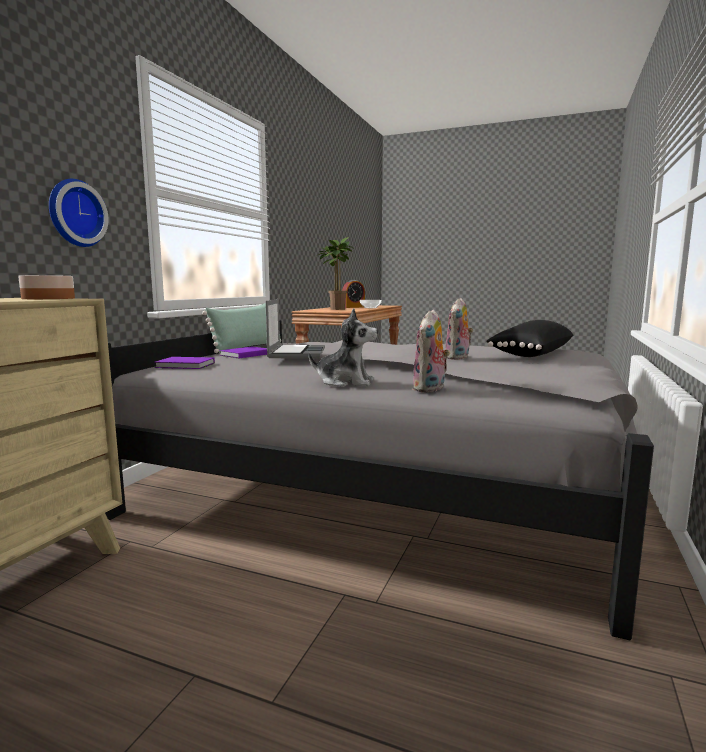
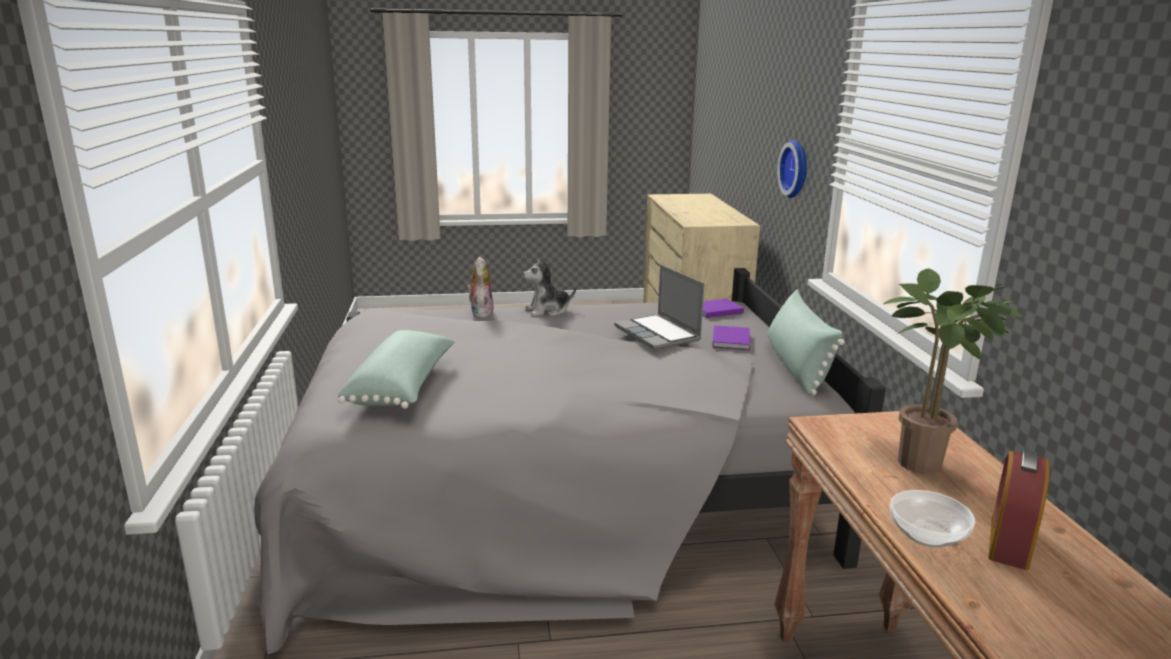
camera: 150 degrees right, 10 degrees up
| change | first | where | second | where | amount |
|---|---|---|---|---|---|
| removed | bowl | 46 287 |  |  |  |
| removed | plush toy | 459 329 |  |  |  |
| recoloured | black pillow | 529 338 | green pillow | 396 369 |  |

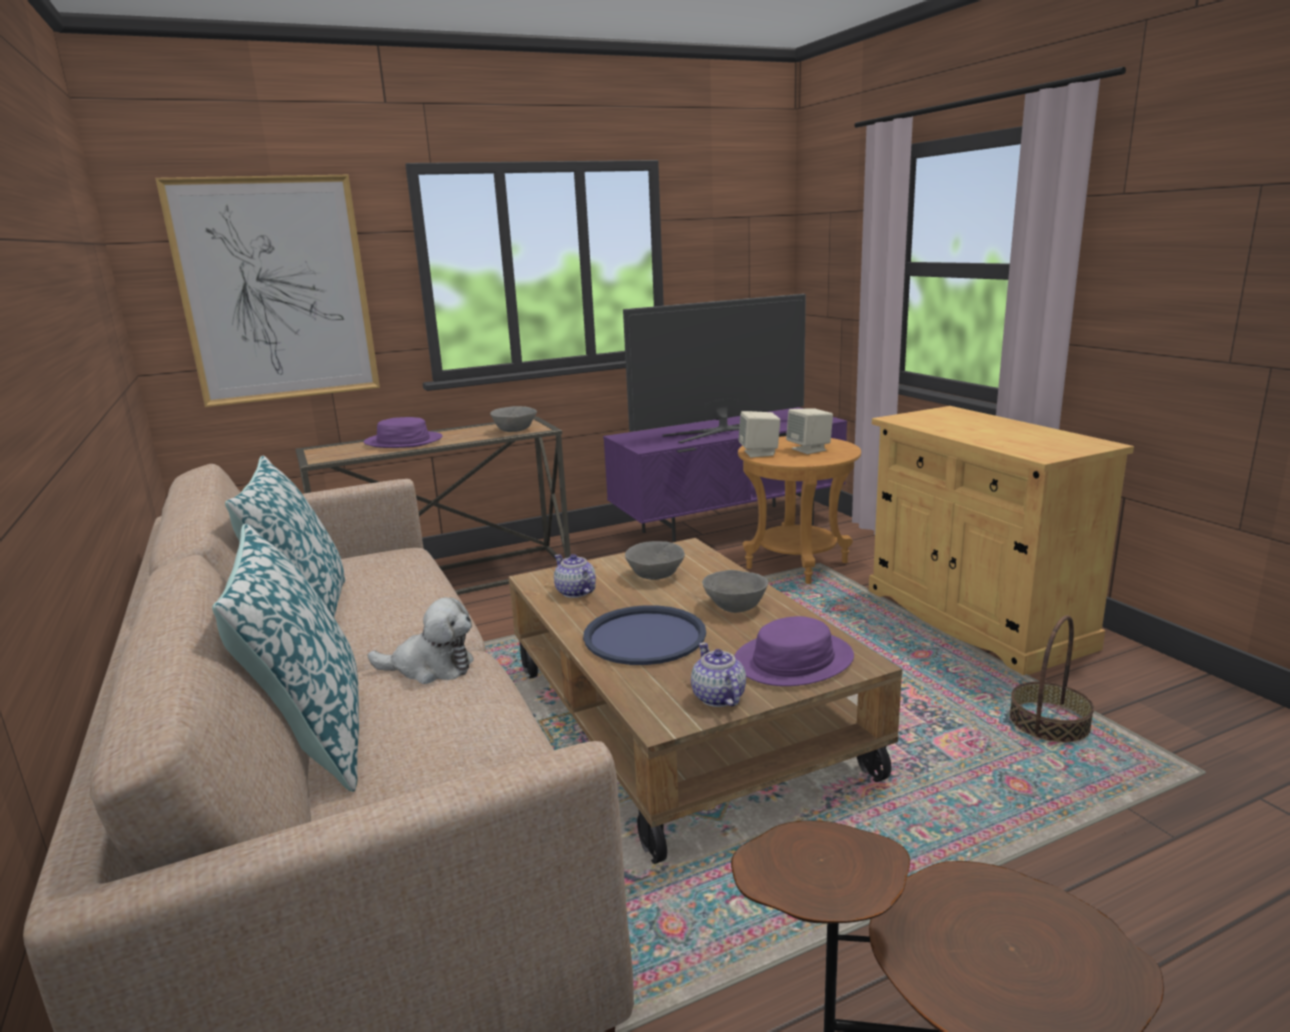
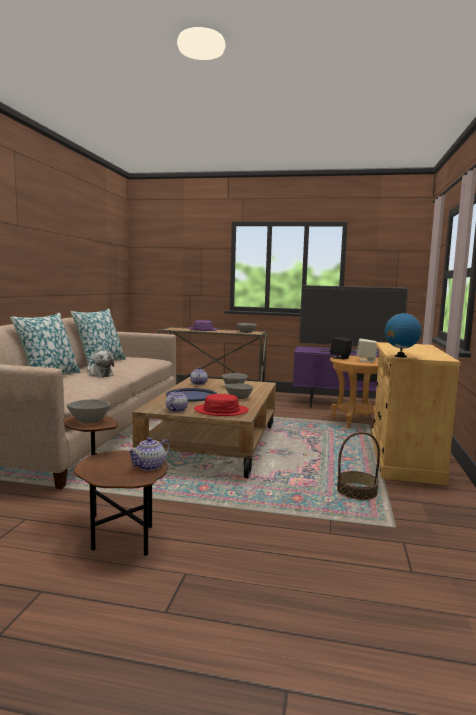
camera: 35 degrees right, 10 degrees down
| change | first | where | second | where | amount |
|---|---|---|---|---|---|
| removed | picture | 267 291 |  |  |  |
| recoloured | purple hat | 794 651 | red hat | 221 405 |  |
| recoloured | beige speaker | 759 434 | black speaker | 341 347 |  |
| added |  |  | grey bowl | 88 411 |  |
| added |  |  | teapot | 148 454 |  |
| added |  |  | globe | 403 334 |  |

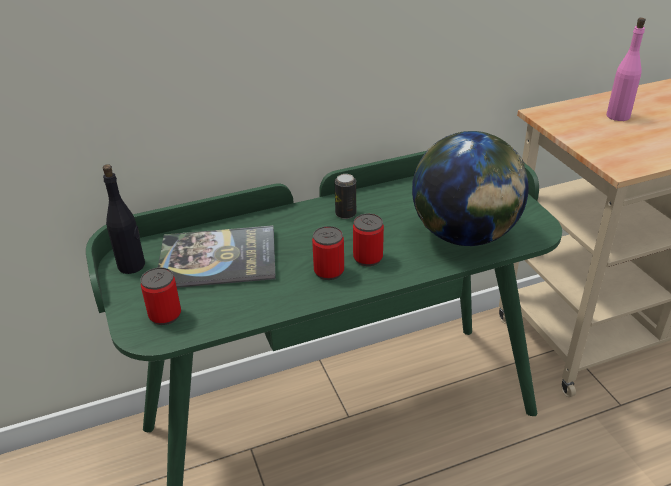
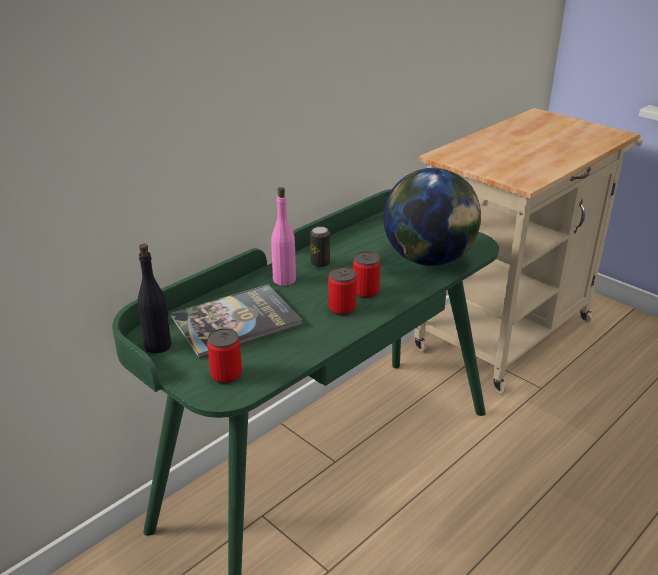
camera: 25 degrees left, 5 degrees down
| change | first | where | second | where | amount |
|---|---|---|---|---|---|
| moved | pink bottle | 626 69 |  | 283 236 |  |

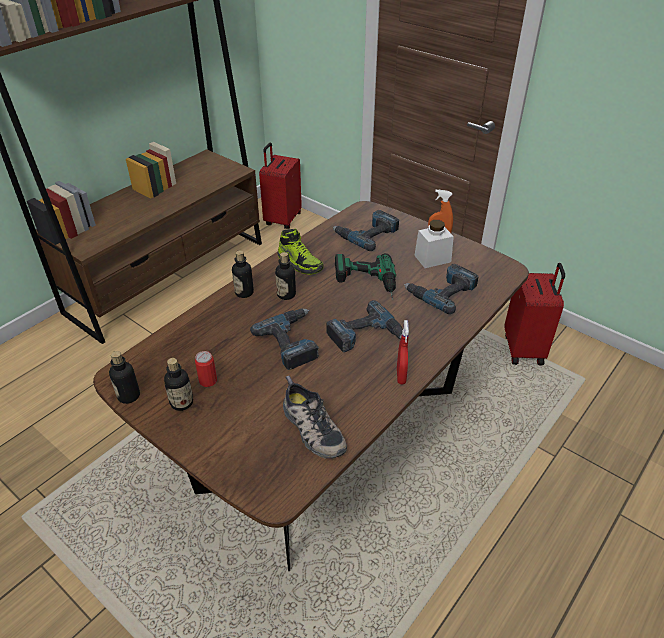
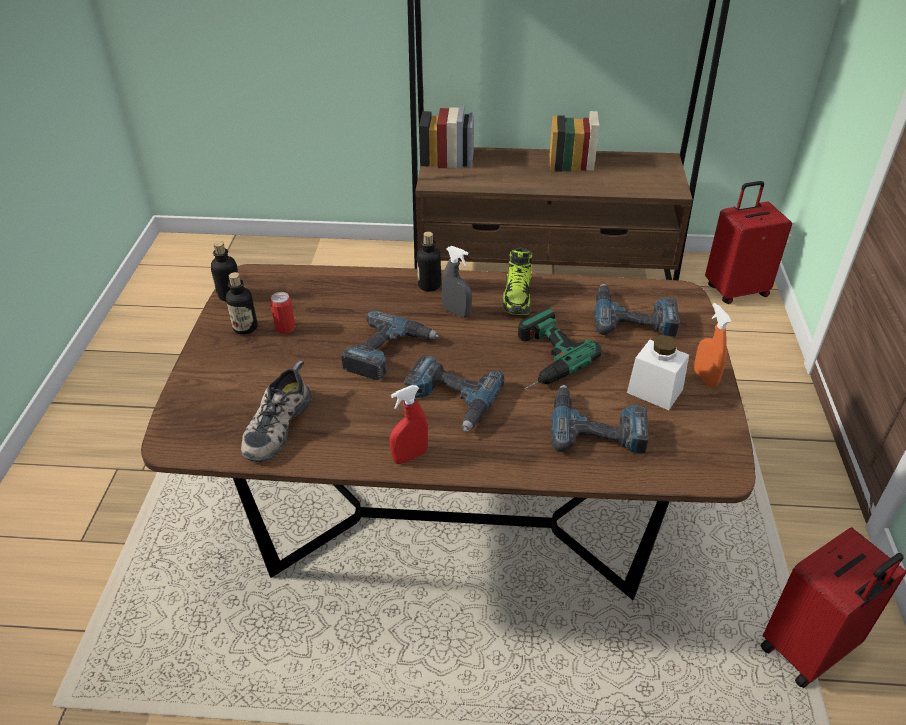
camera: 55 degrees right, 0 degrees up
| change | first | where | second | where | amount |
|---|---|---|---|---|---|
| replaced | bottle | 285 276 | grey spray bottle | 456 282 |  |

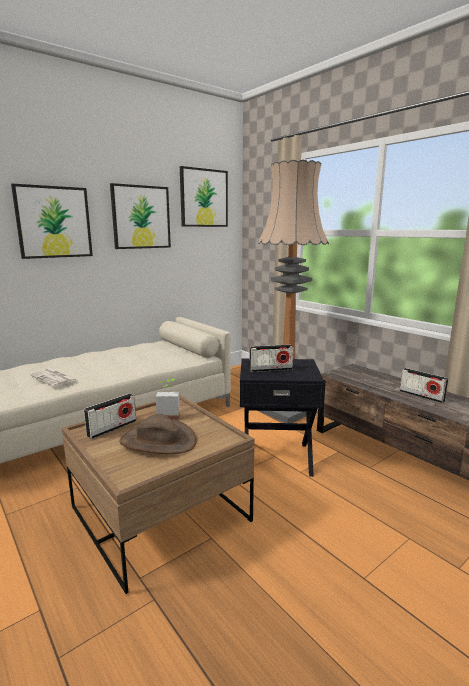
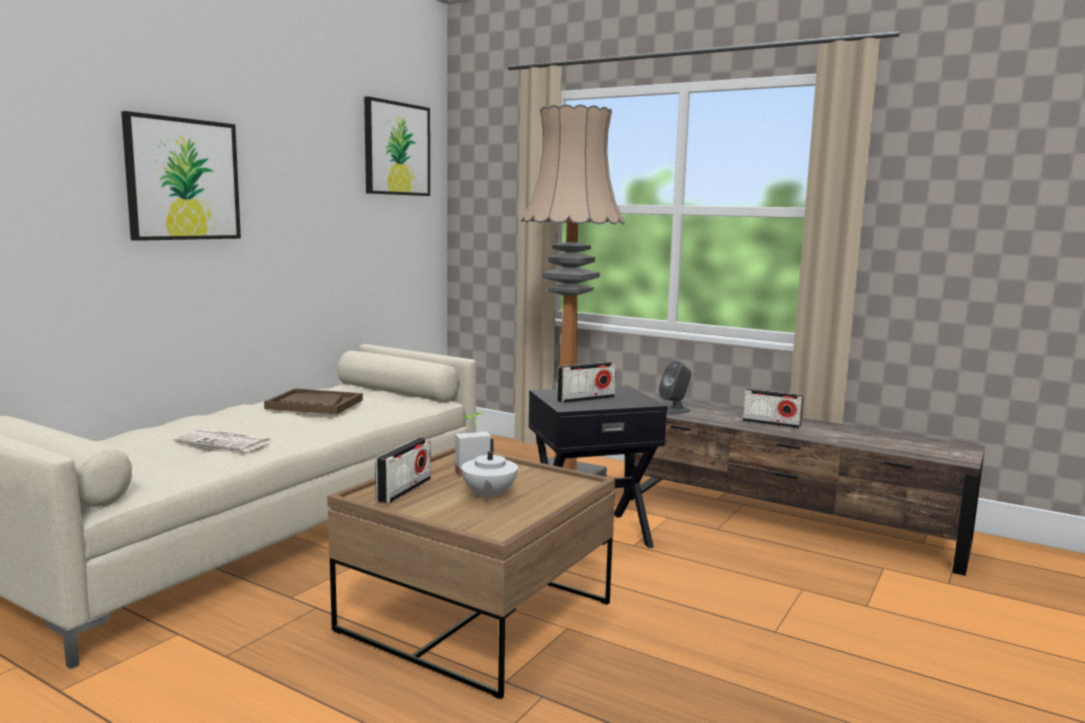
camera: 20 degrees left, 5 degrees down
| change | first | where | second | where | amount |
|---|---|---|---|---|---|
| removed | picture | 140 216 |  |  |  |
| replaced | brown hat | 158 434 | white teapot | 489 470 |  |
| added |  |  | brown tray | 313 401 |  |
| added |  |  | grey speaker | 675 387 |  |

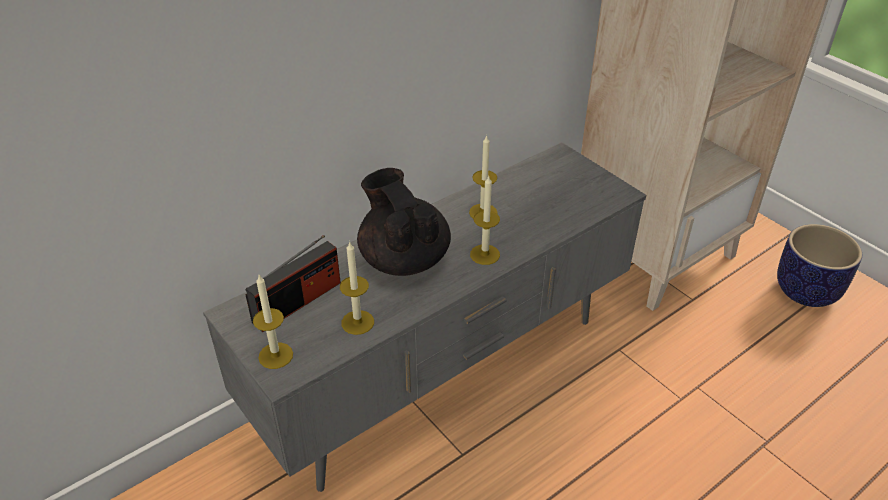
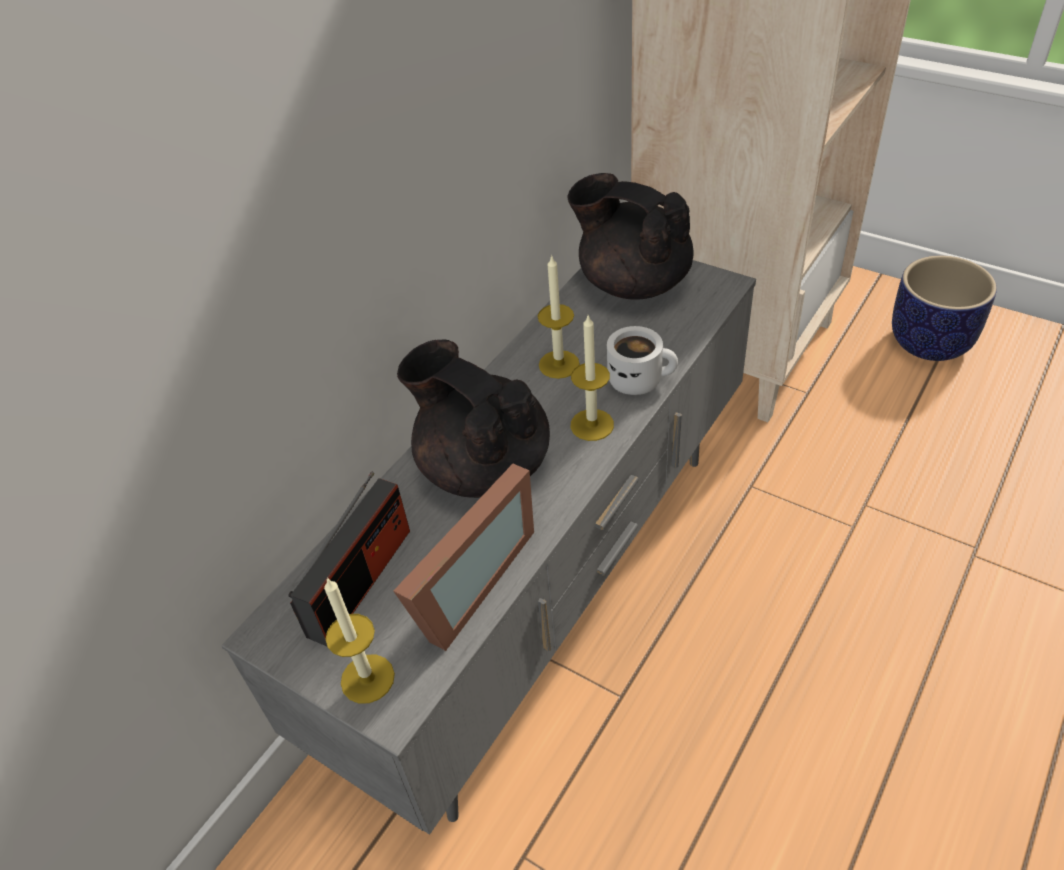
camera: 15 degrees left, 5 degrees up
| change | first | where | second | where | amount |
|---|---|---|---|---|---|
| replaced | candle | 357 288 | picture frame | 463 557 |  |
| added |  |  | black teapot | 630 236 |  |
| added |  |  | white mug | 642 360 |  |

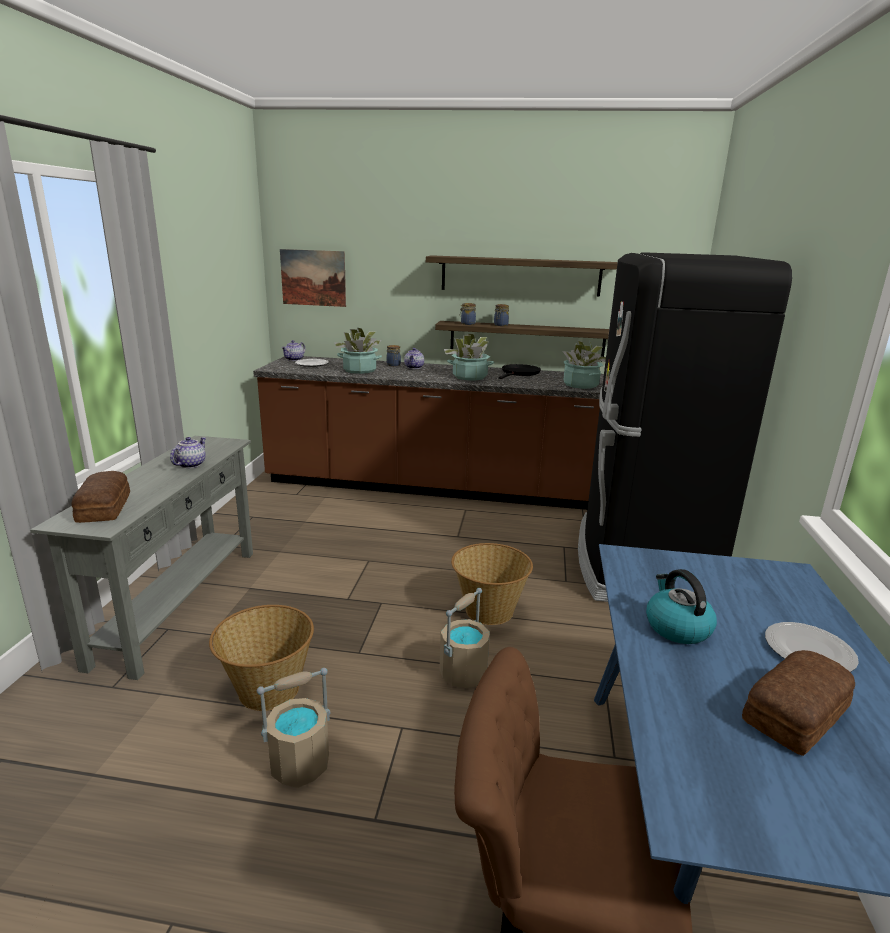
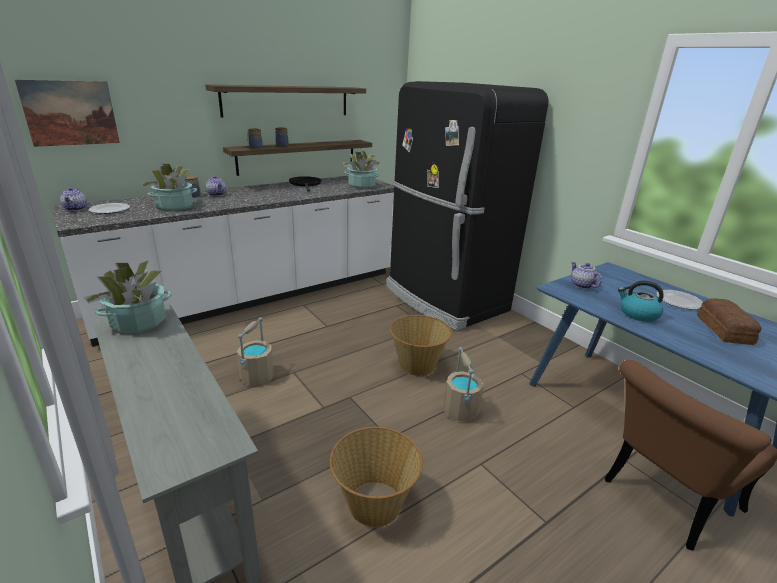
camera: 45 degrees left, 5 degrees up
| change | first | where | second | where | amount |
|---|---|---|---|---|---|
| removed | bread | 101 497 |  |  |  |
| moved | teapot | 188 452 |  | 586 275 |  |
| recoloured | brown counter | 428 433 | white counter | 223 261 |  |
| moved | beige bucket | 294 728 |  | 255 351 |  |
| moved | potted plant | 469 357 |  | 127 296 |  |

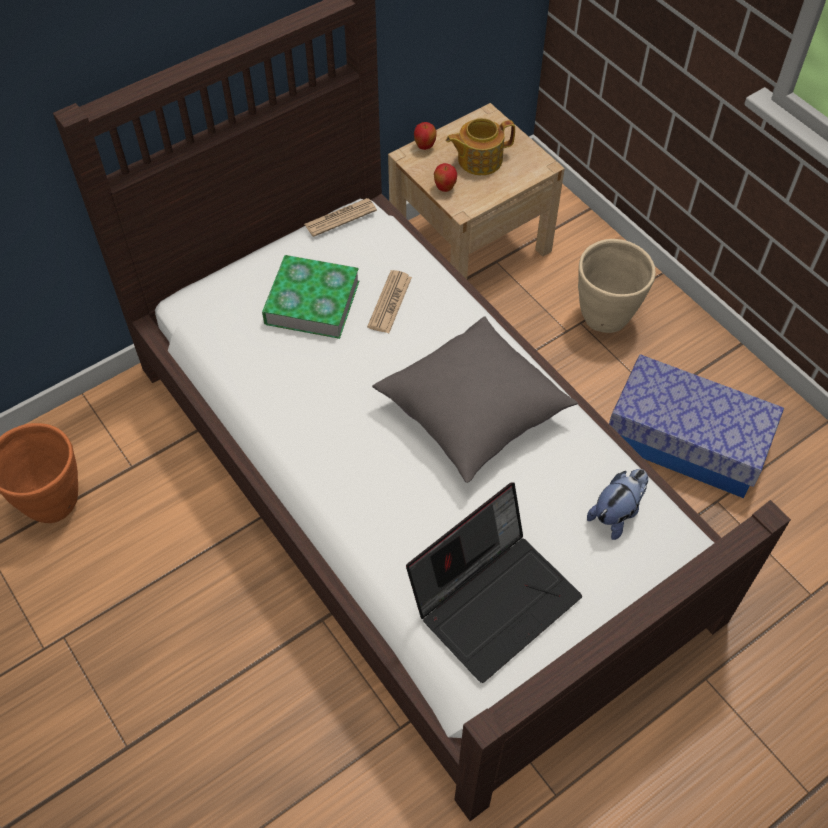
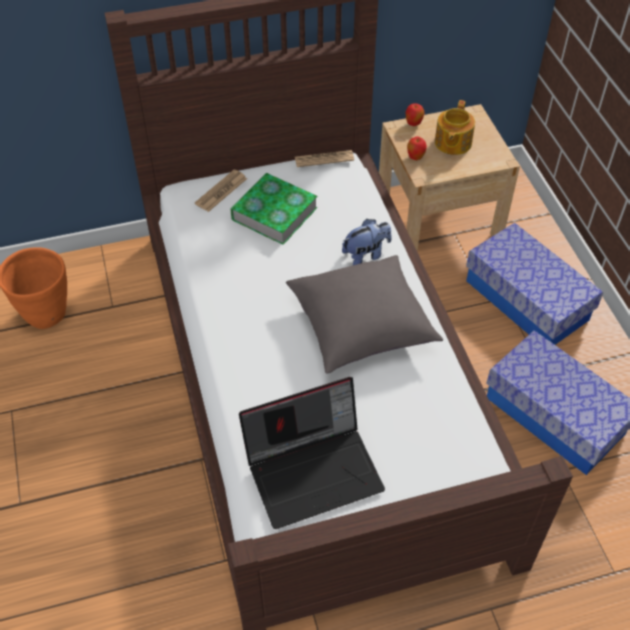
camera: 20 degrees right, 5 degrees down
| change | first | where | second | where | amount |
|---|---|---|---|---|---|
| moved | newspaper | 389 301 |  | 221 191 |  |
| turned | teapot | 480 146 |  | 455 127 | 75 degrees counterclockwise |
| replaced | beige planter | 617 286 | storage box | 534 284 |  |
| moved | plush toy | 617 504 |  | 367 242 |  |

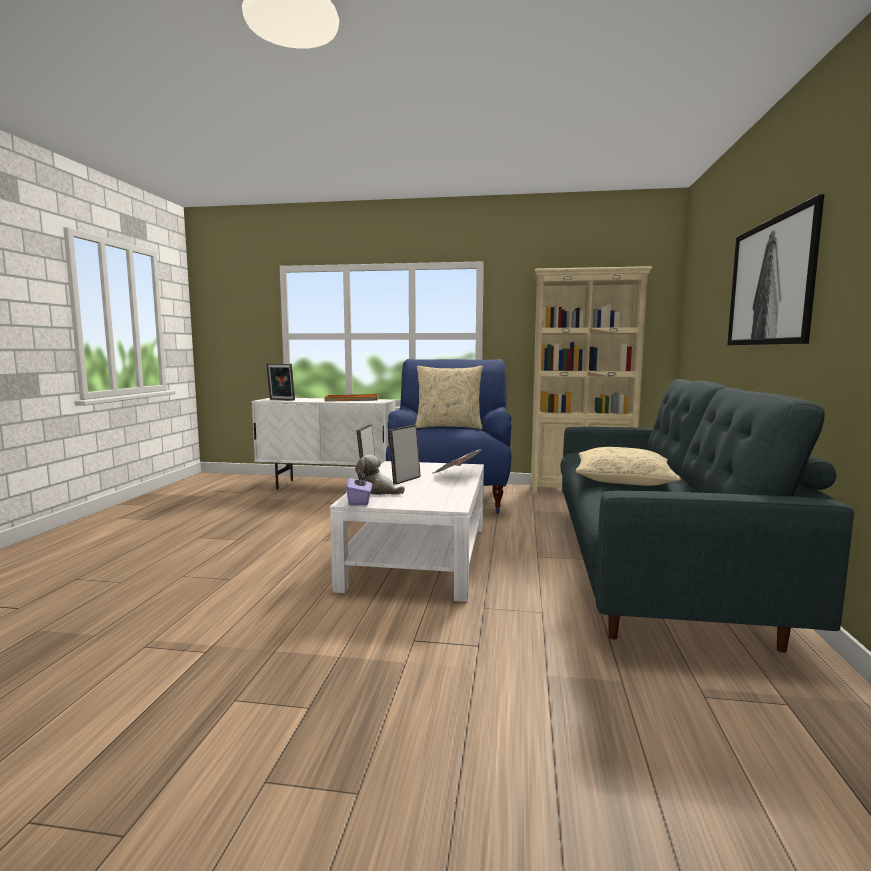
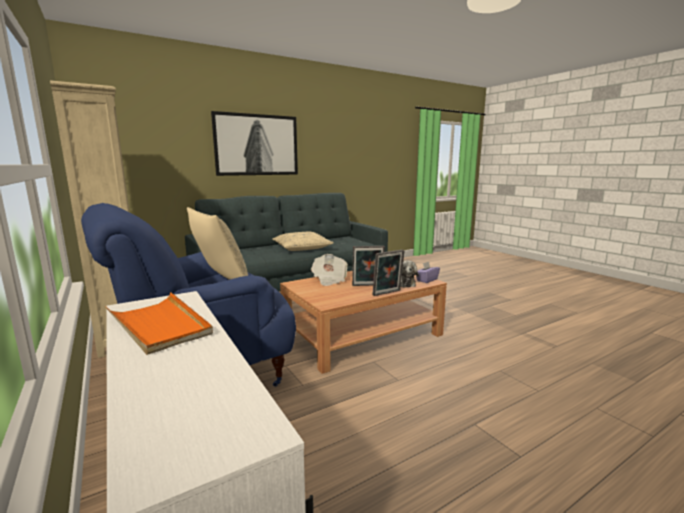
camera: 130 degrees left, 5 degrees up
| change | first | where | second | where | amount |
|---|---|---|---|---|---|
| removed | picture frame | 280 381 |  |  |  |
| recoloured | white coffee table | 407 531 | brown coffee table | 363 322 |  |

